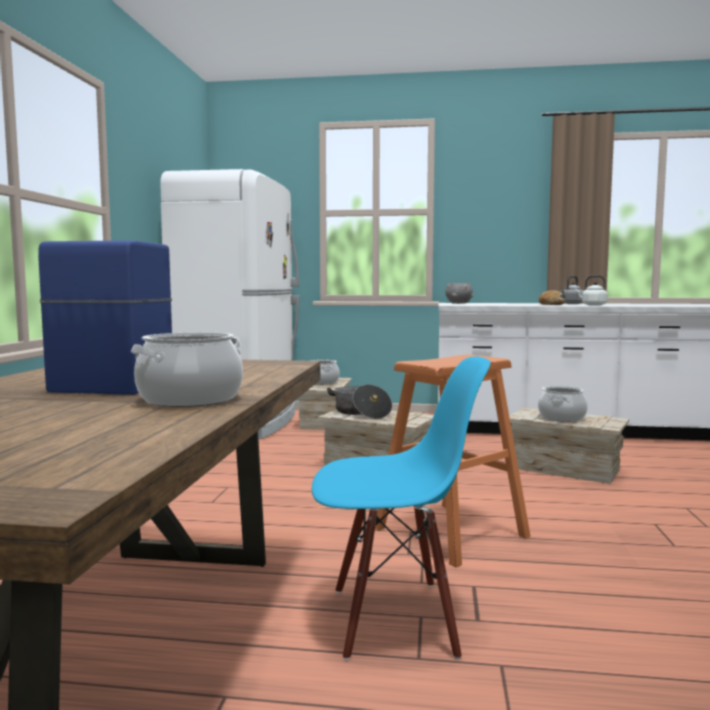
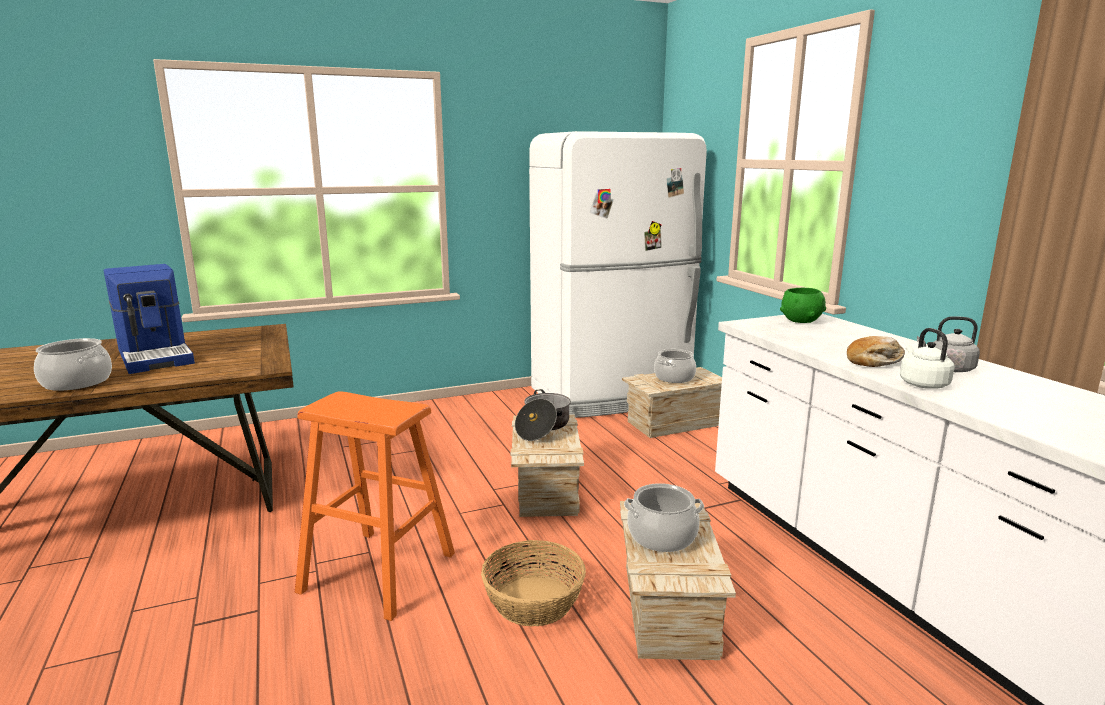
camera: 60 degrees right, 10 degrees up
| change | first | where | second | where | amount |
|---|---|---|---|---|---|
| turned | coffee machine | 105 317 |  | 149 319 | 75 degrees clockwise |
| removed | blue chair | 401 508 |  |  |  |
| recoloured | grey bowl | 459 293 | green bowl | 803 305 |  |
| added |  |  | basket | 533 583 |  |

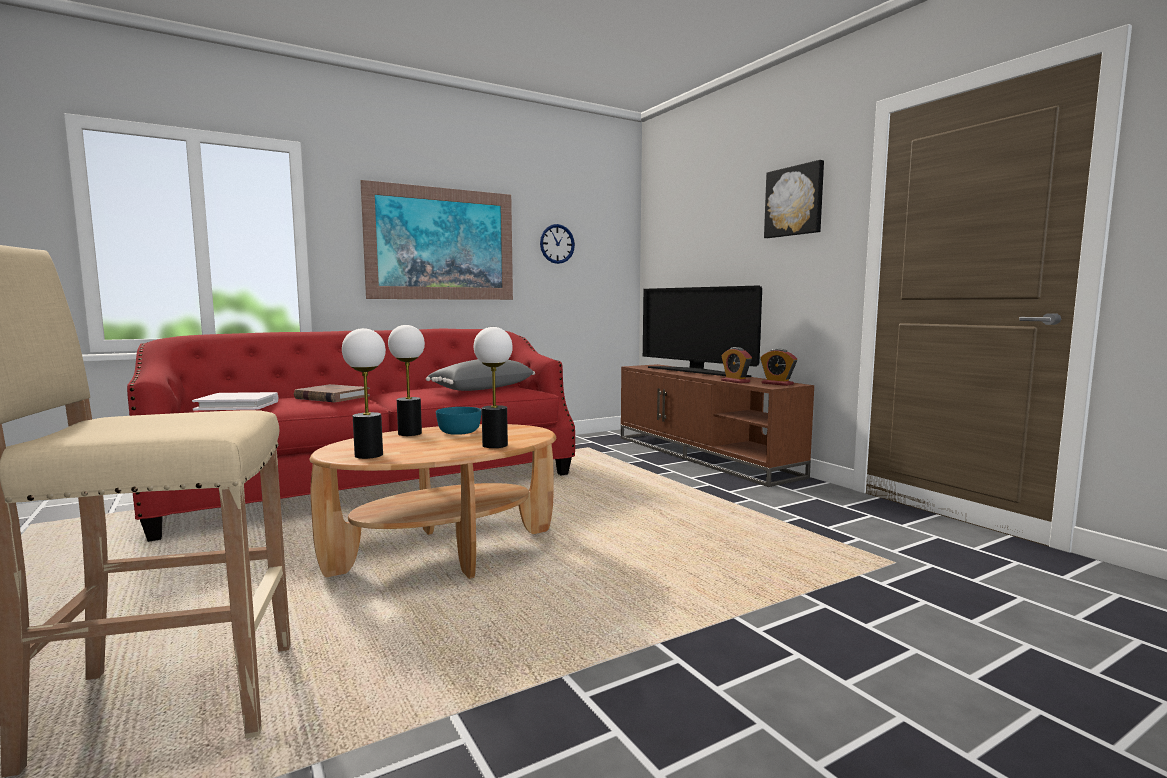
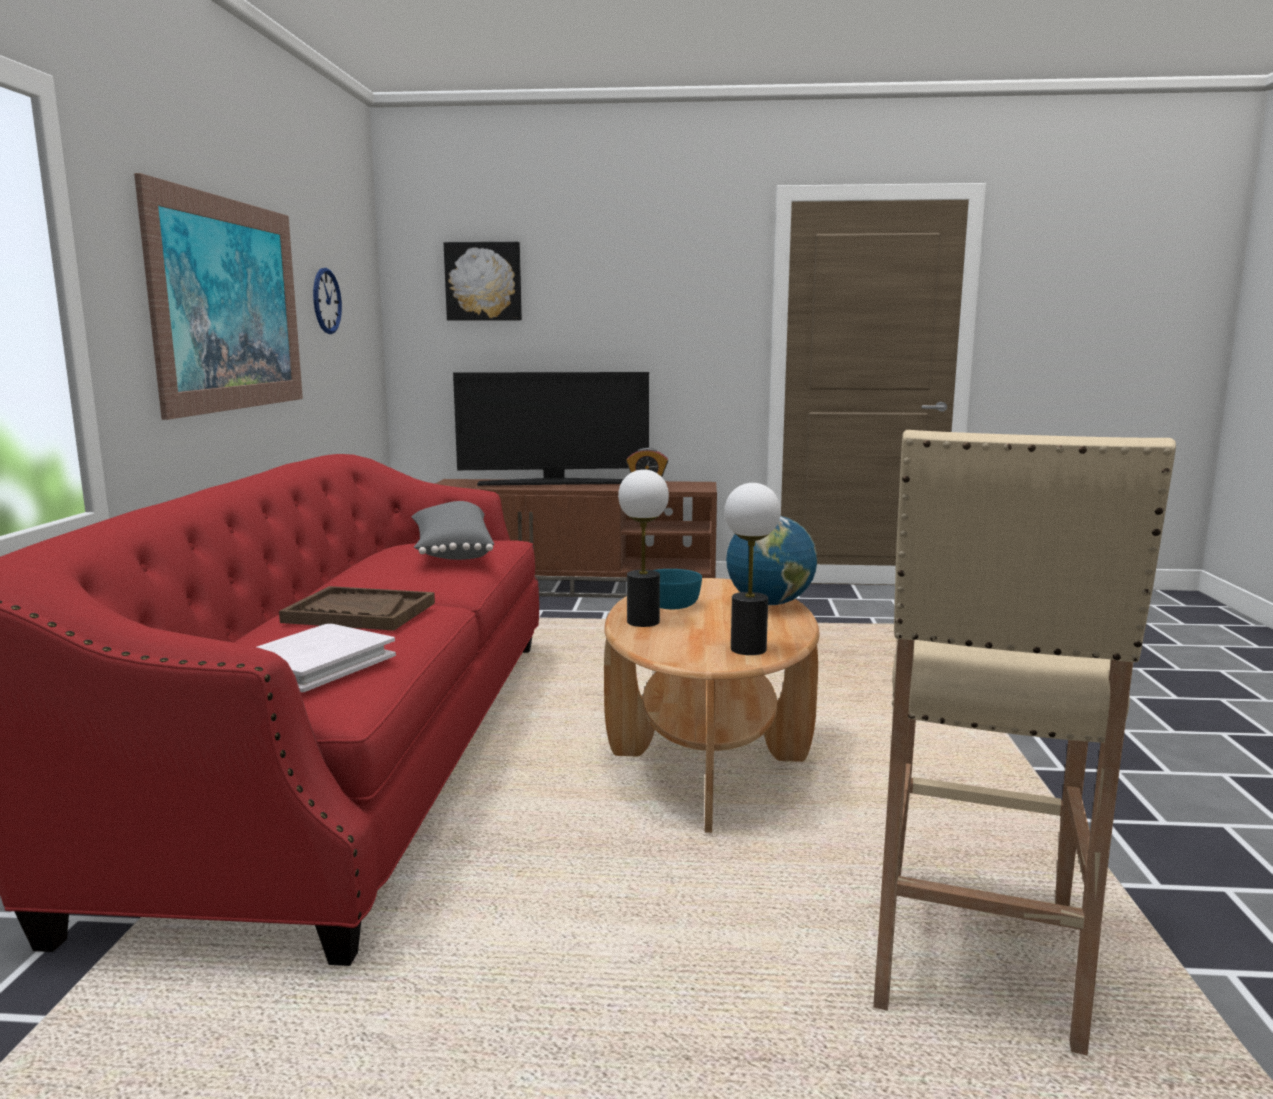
camera: 55 degrees left, 5 degrees up
| change | first | where | second | where | amount |
|---|---|---|---|---|---|
| replaced | brown book | 332 393 | brown tray | 357 608 |  |
| replaced | table lamp | 493 387 | globe | 771 560 |  |
| removed | alarm clock | 778 367 |  |  |  |
| moved | picture | 794 199 |  | 483 281 |  |

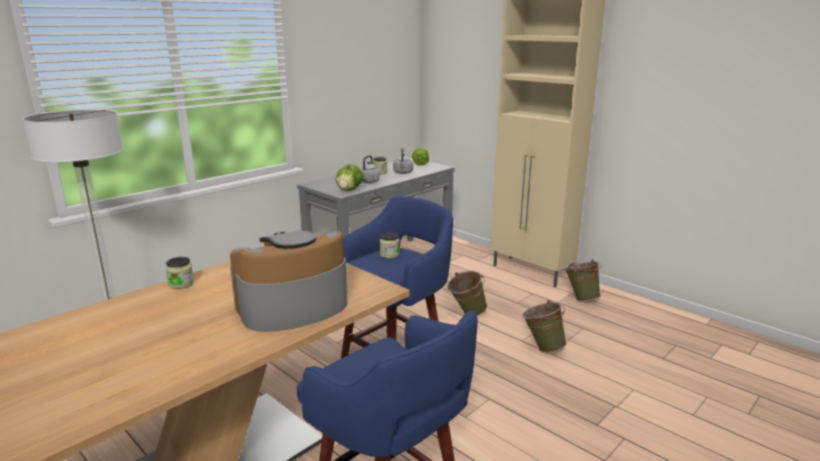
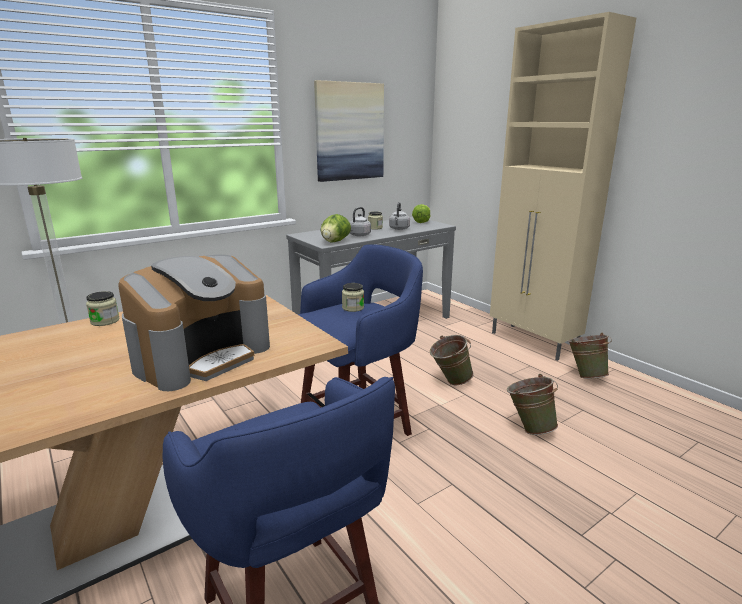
camera: 10 degrees right, 0 degrees up
| change | first | where | second | where | amount |
|---|---|---|---|---|---|
| turned | coffee machine | 288 281 |  | 194 323 | 150 degrees clockwise |
| added |  |  | picture | 349 131 |  |

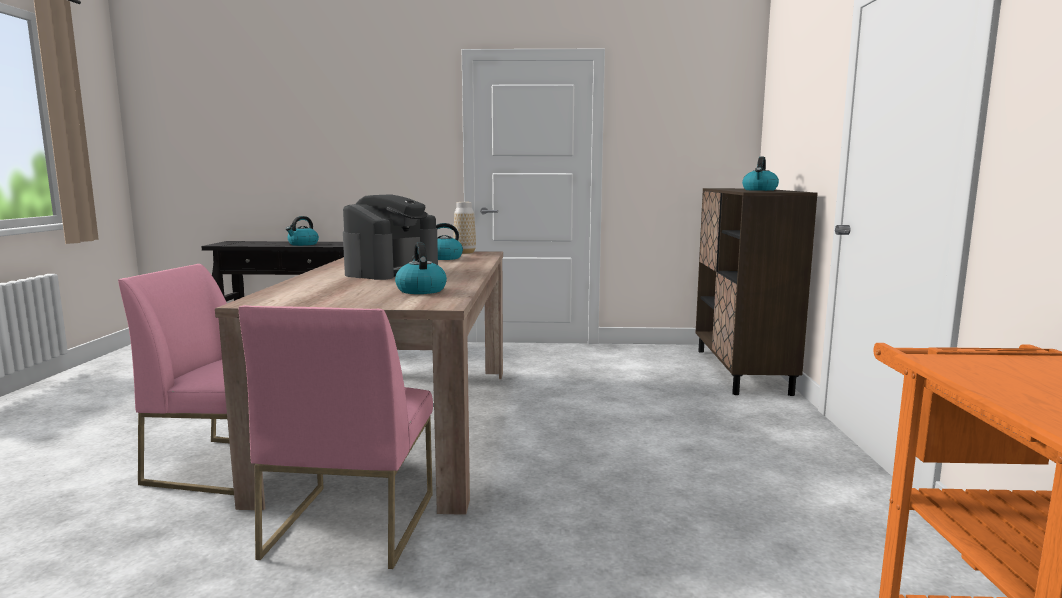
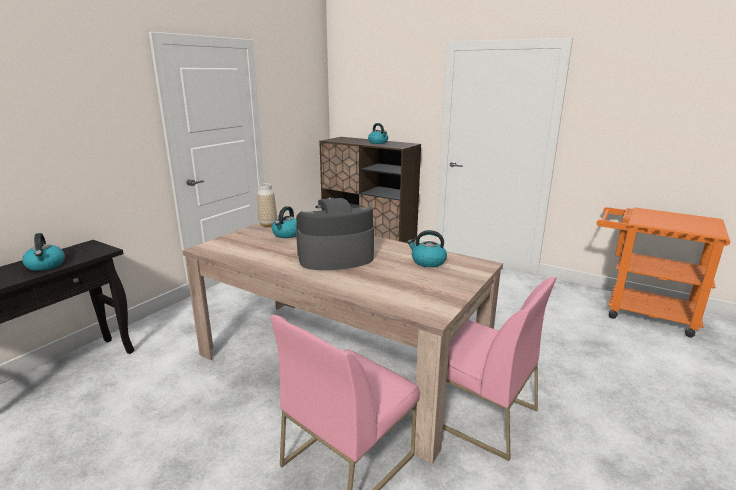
camera: 60 degrees left, 10 degrees up
| change | first | where | second | where | amount |
|---|---|---|---|---|---|
| turned | coffee machine | 390 237 |  | 335 233 | 75 degrees counterclockwise |

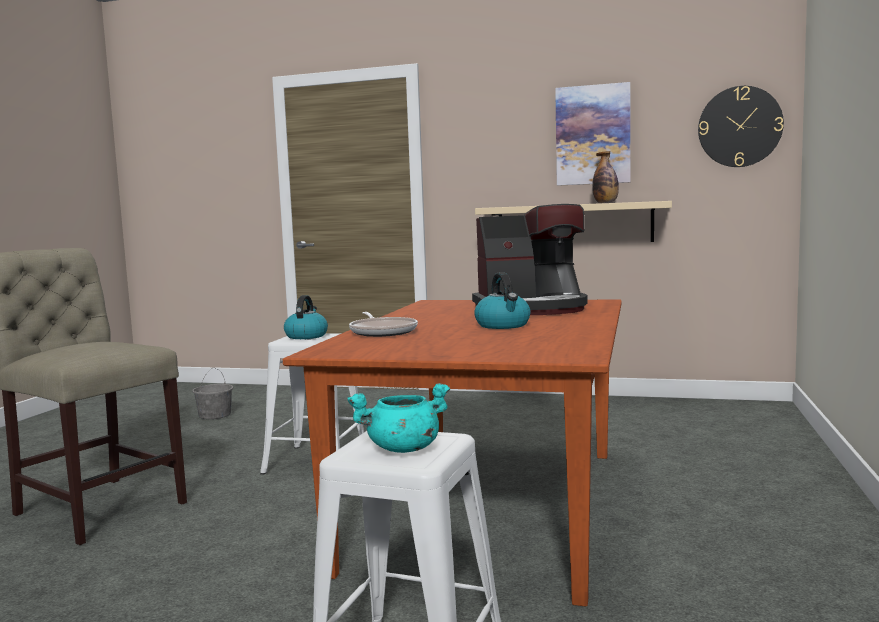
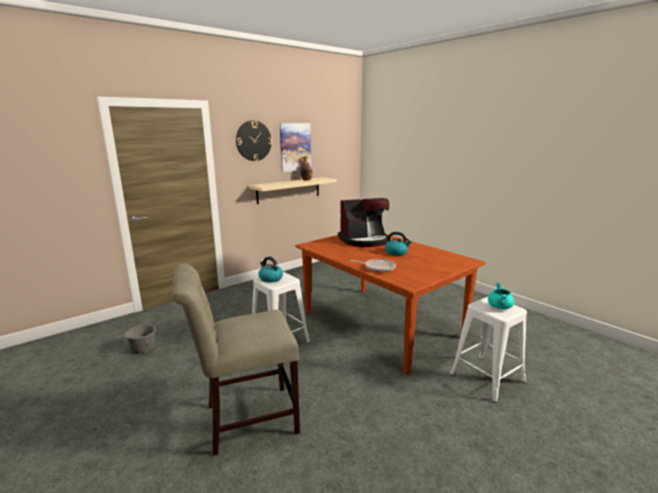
camera: 55 degrees left, 10 degrees up
| change | first | where | second | where | amount |
|---|---|---|---|---|---|
| turned | coffee machine | 529 259 |  | 363 222 | 45 degrees clockwise |
| moved | wall clock | 741 126 |  | 254 141 |  |

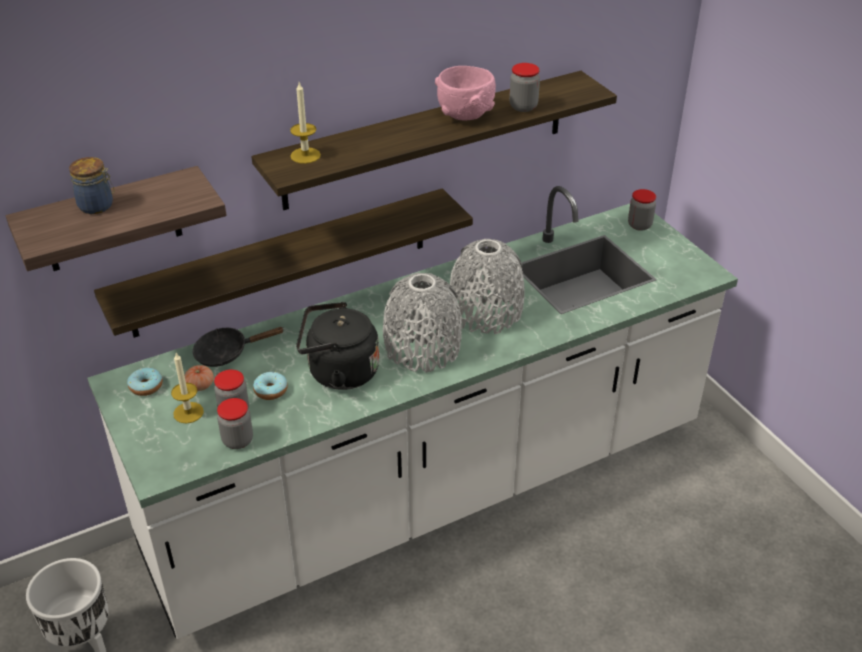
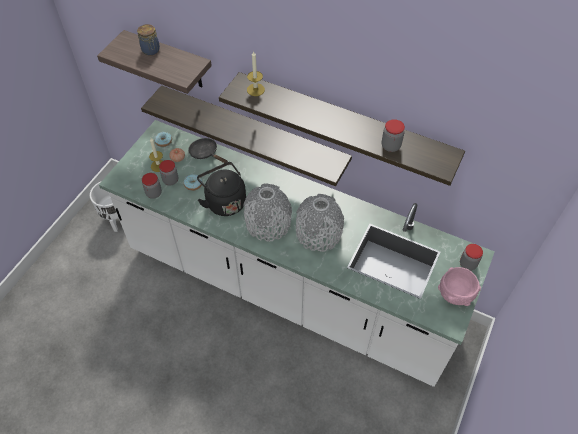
camera: 55 degrees right, 15 degrees up
| change | first | where | second | where | amount |
|---|---|---|---|---|---|
| moved | pink bowl | 465 93 |  | 459 286 |  |

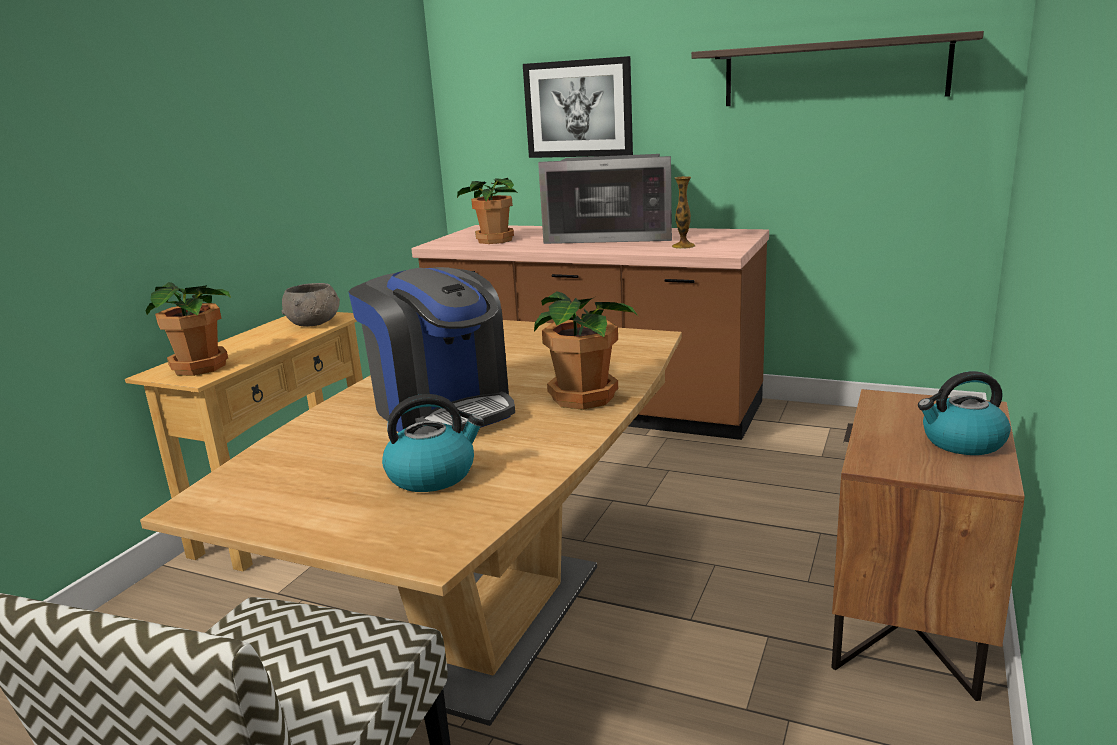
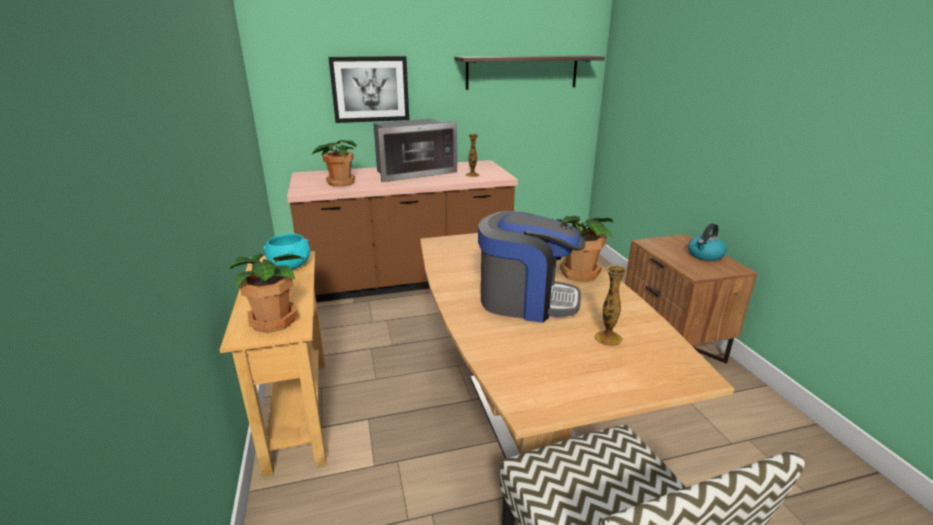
camera: 40 degrees left, 5 degrees up
| change | first | where | second | where | amount |
|---|---|---|---|---|---|
| recoloured | grey bowl | 311 305 | turquoise bowl | 286 252 |  |
| replaced | kettle | 433 443 | vase | 611 306 |  |

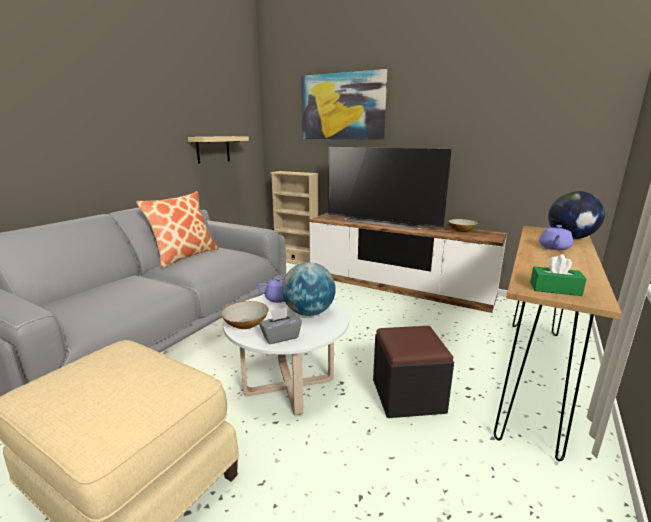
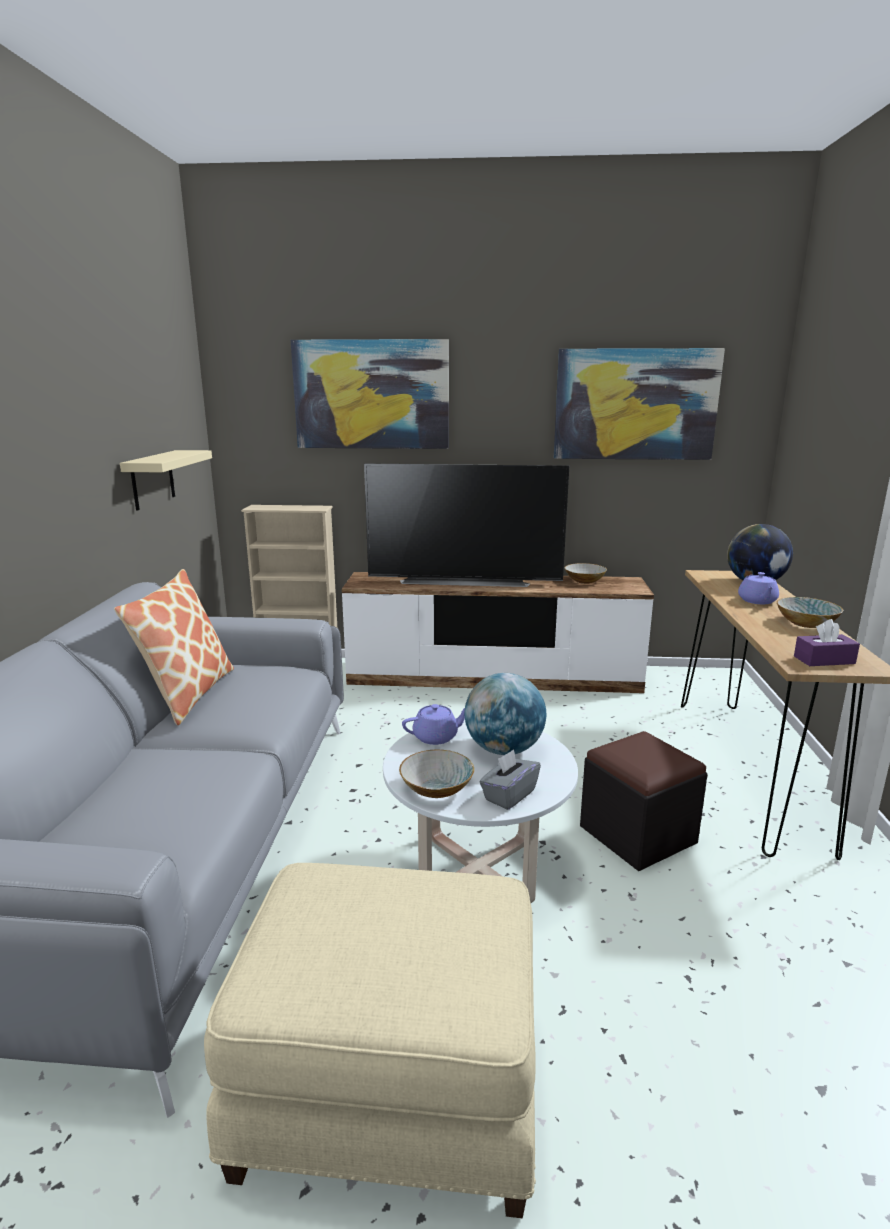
camera: 25 degrees left, 0 degrees up
| change | first | where | second | where | amount |
|---|---|---|---|---|---|
| recoloured | green tissue box | 558 275 | purple tissue box | 827 642 |  |
| added |  |  | picture | 639 404 |  |
| added |  |  | bowl | 810 612 |  |

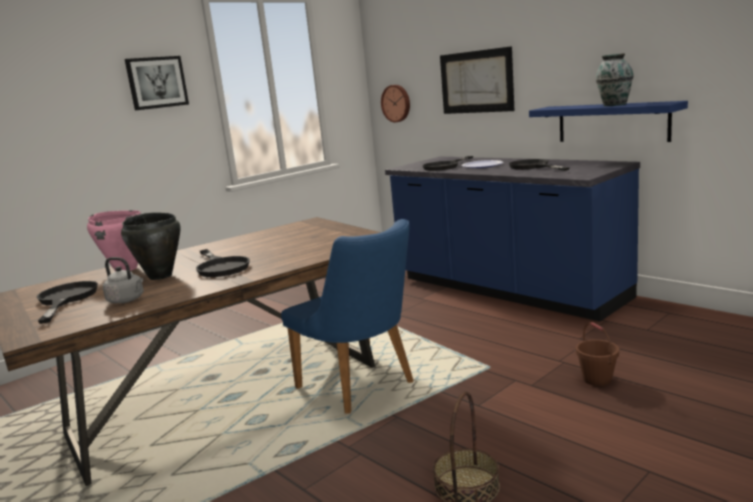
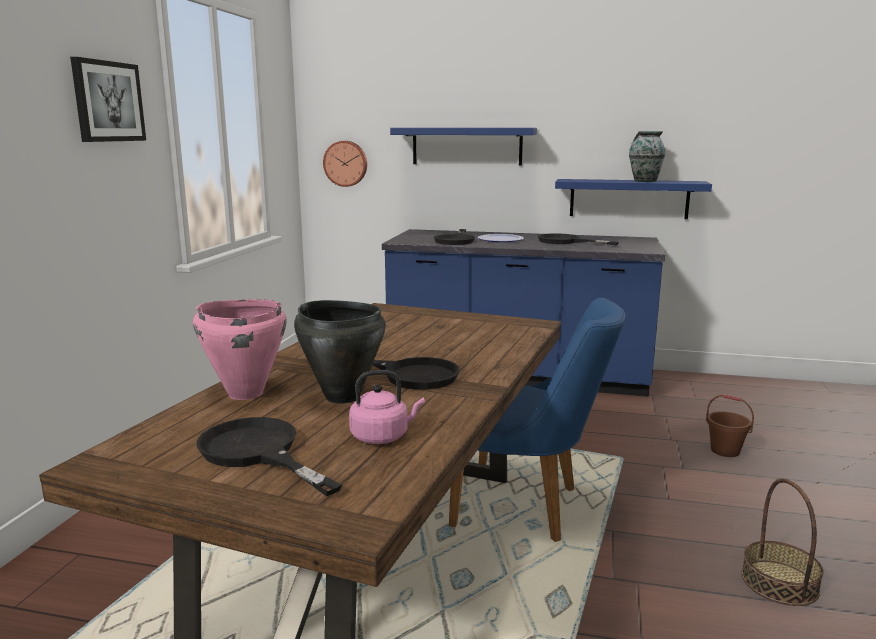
camera: 35 degrees left, 0 degrees up
| change | first | where | second | where | amount |
|---|---|---|---|---|---|
| recoloured | grey kettle | 123 280 | pink kettle | 387 407 |  |
| replaced | picture | 477 80 | blue shelf | 463 147 |  |

